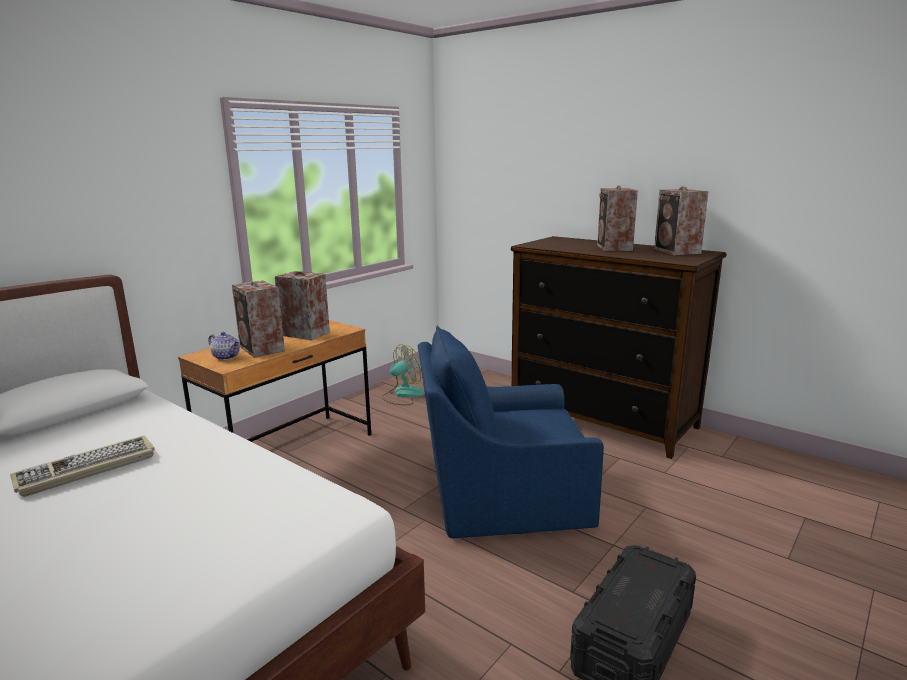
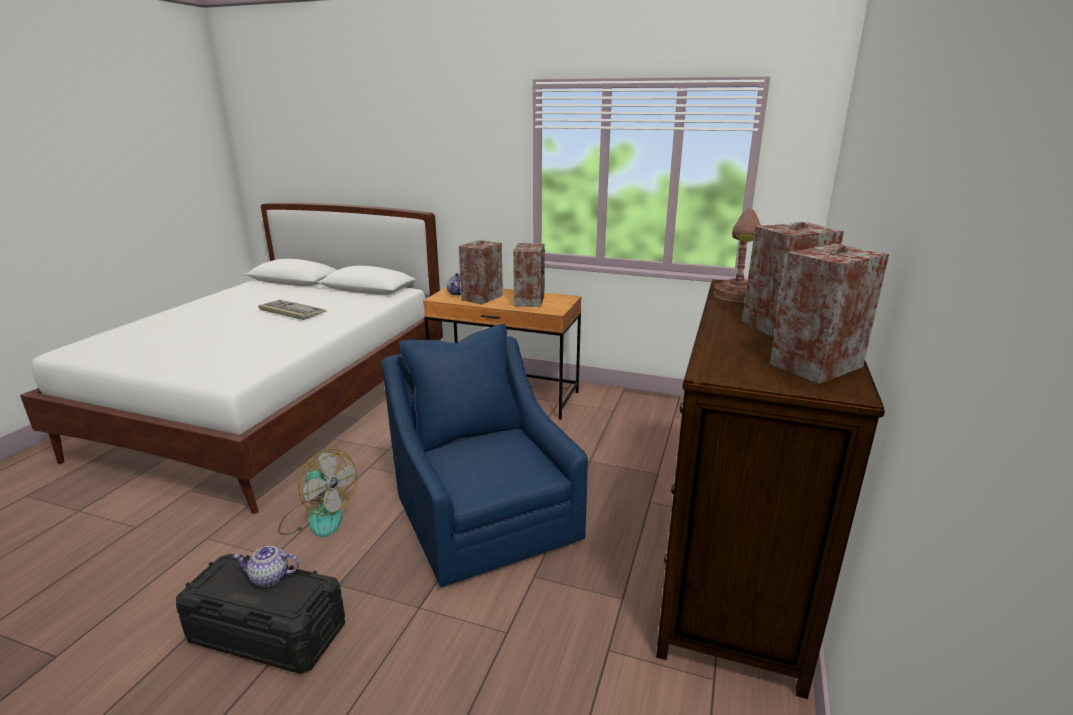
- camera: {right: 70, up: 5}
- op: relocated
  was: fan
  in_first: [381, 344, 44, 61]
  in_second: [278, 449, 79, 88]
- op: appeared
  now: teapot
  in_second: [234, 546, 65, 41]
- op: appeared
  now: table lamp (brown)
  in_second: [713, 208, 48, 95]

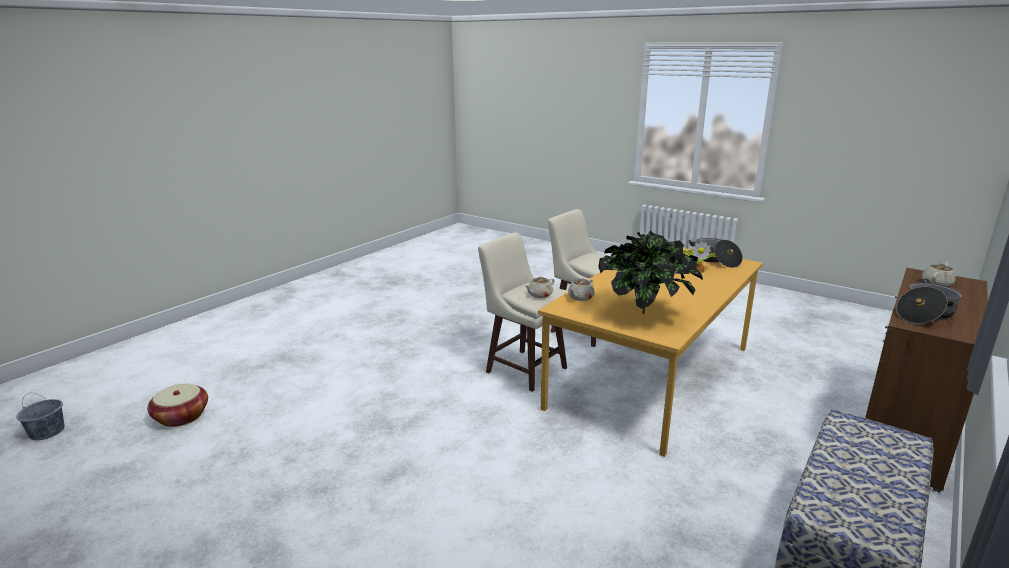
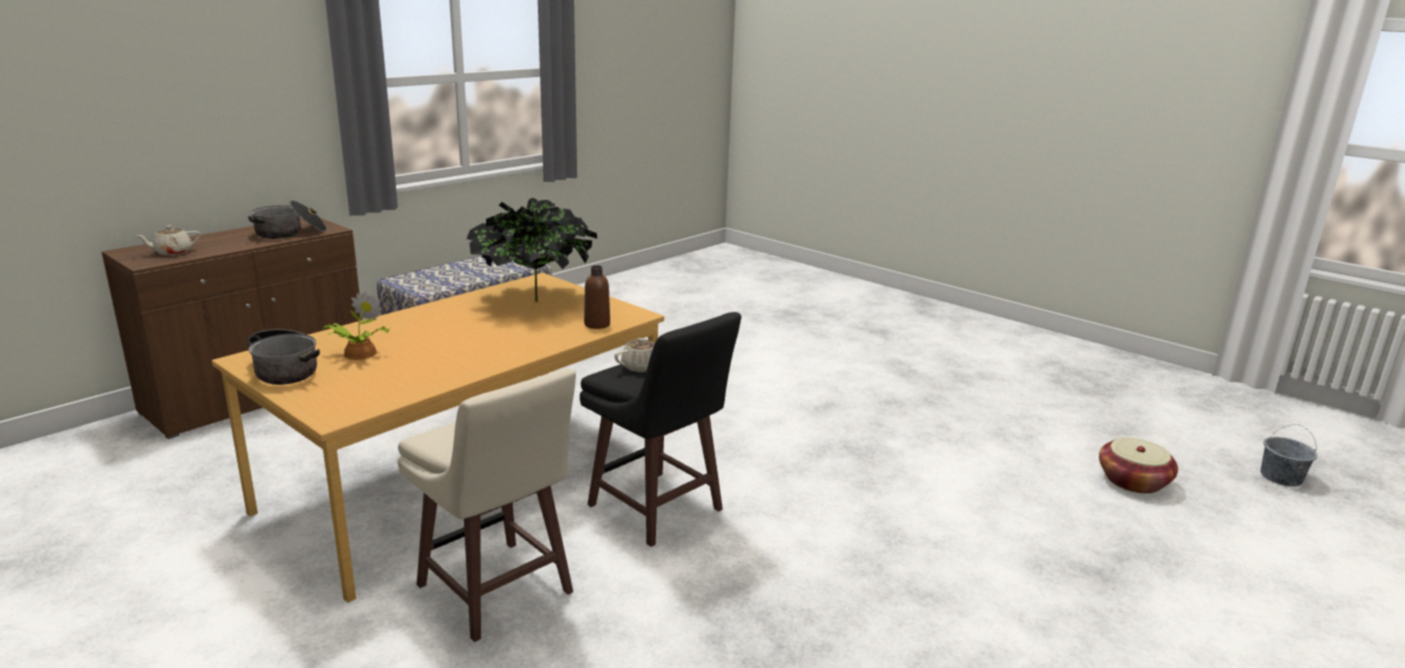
- camera: {right: -175, up: 0}
- op: colour
  was: stool (beige)
  now: stool (black)
  in_first: [478, 233, 90, 159]
  in_second: [580, 312, 161, 235]
- op: exchanged
  was: teapot (beige)
  now: bottle (brown)
  in_first: [568, 278, 27, 23]
  in_second: [584, 265, 26, 64]

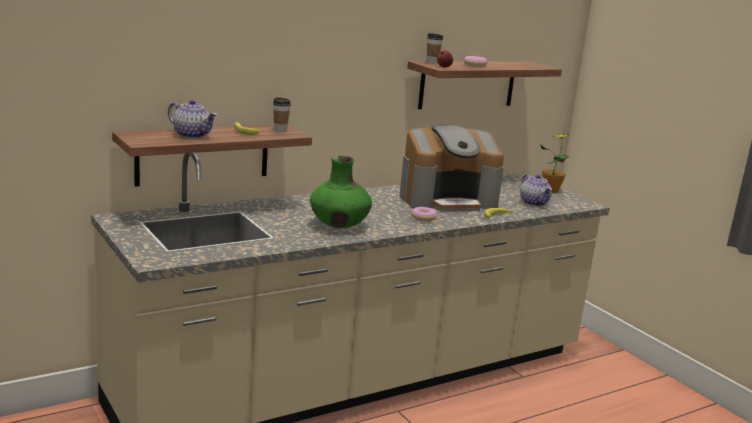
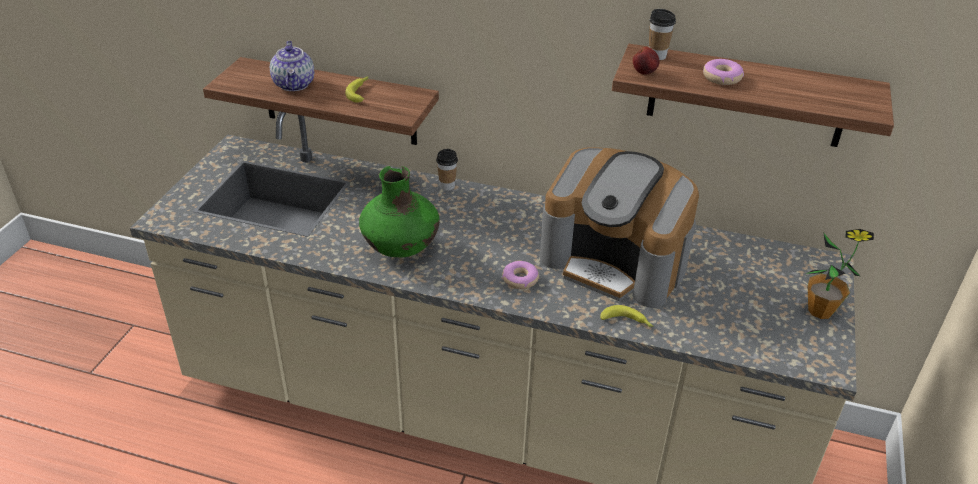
- camera: {right: 50, up: 20}
- op: relocated
  was: cup
  in_first: [273, 97, 18, 35]
  in_second: [436, 149, 22, 42]
- op: missing
  was: teapot
  in_first: [520, 174, 32, 32]

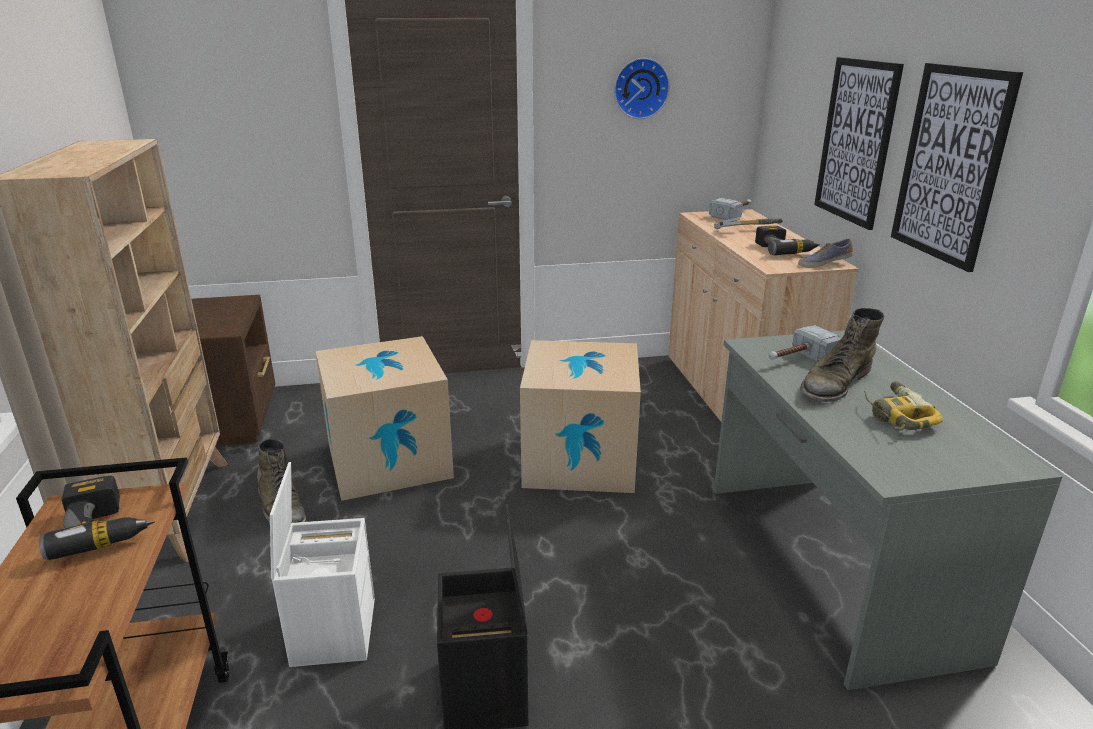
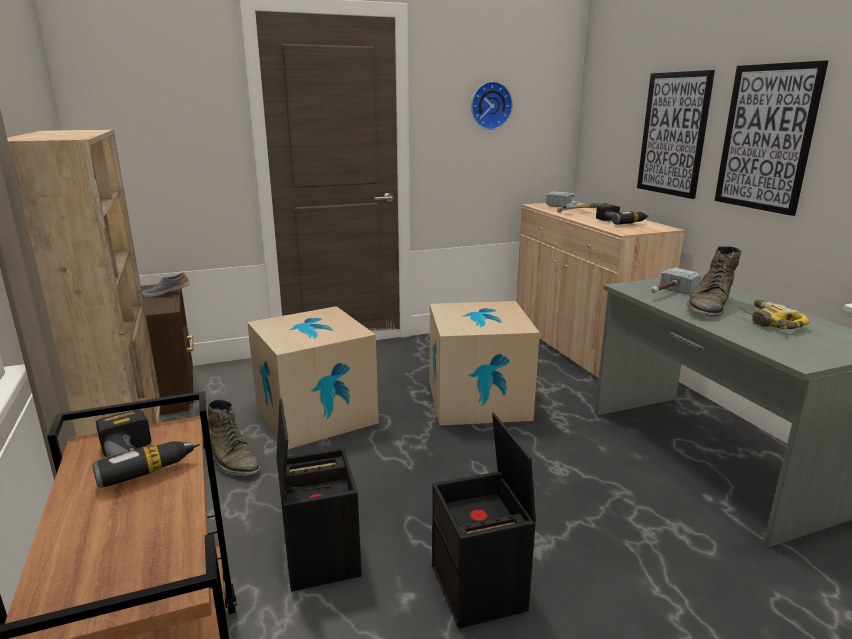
- camera: {right: -10, up: -5}
- op: colour
  was: storage box (white)
  now: storage box (black)
  in_first: [270, 462, 105, 205]
  in_second: [276, 398, 86, 194]
- op: relocated
  was: shoe
  in_first: [798, 238, 55, 30]
  in_second: [142, 272, 48, 25]

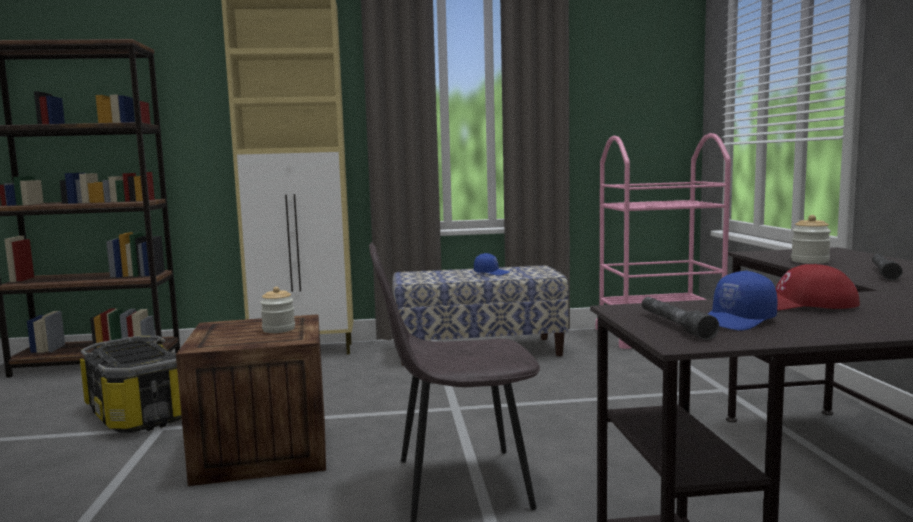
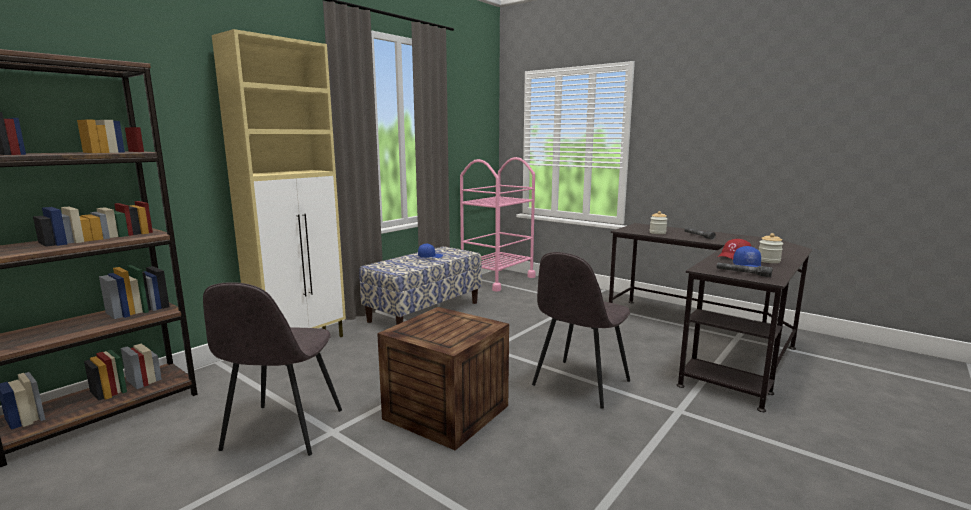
- camera: {right: -45, up: 5}
- op: exchanged
  was: storage box
  now: chair (grey)
  in_first: [80, 336, 102, 97]
  in_second: [203, 282, 139, 174]
- op: relocated
  was: jar
  in_first: [260, 287, 35, 46]
  in_second: [759, 233, 24, 30]

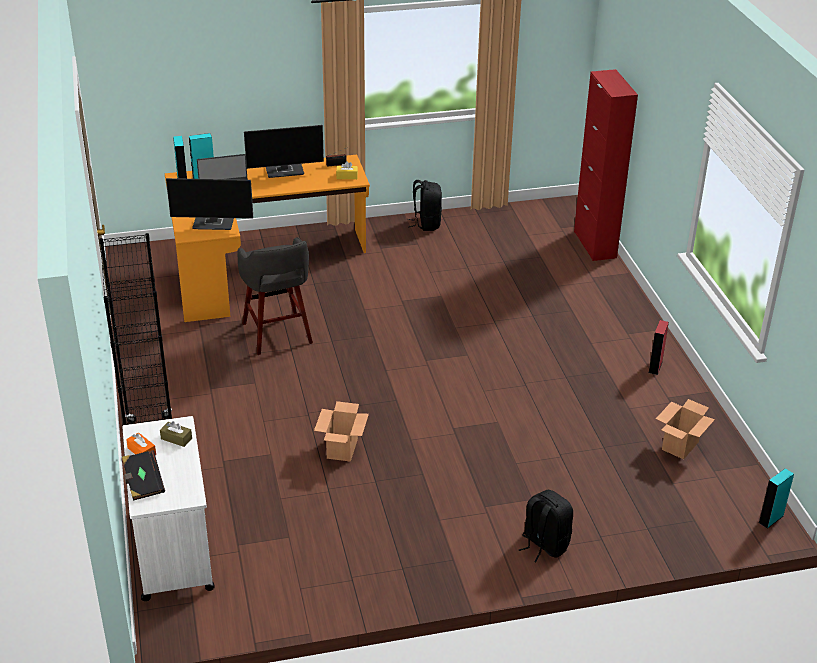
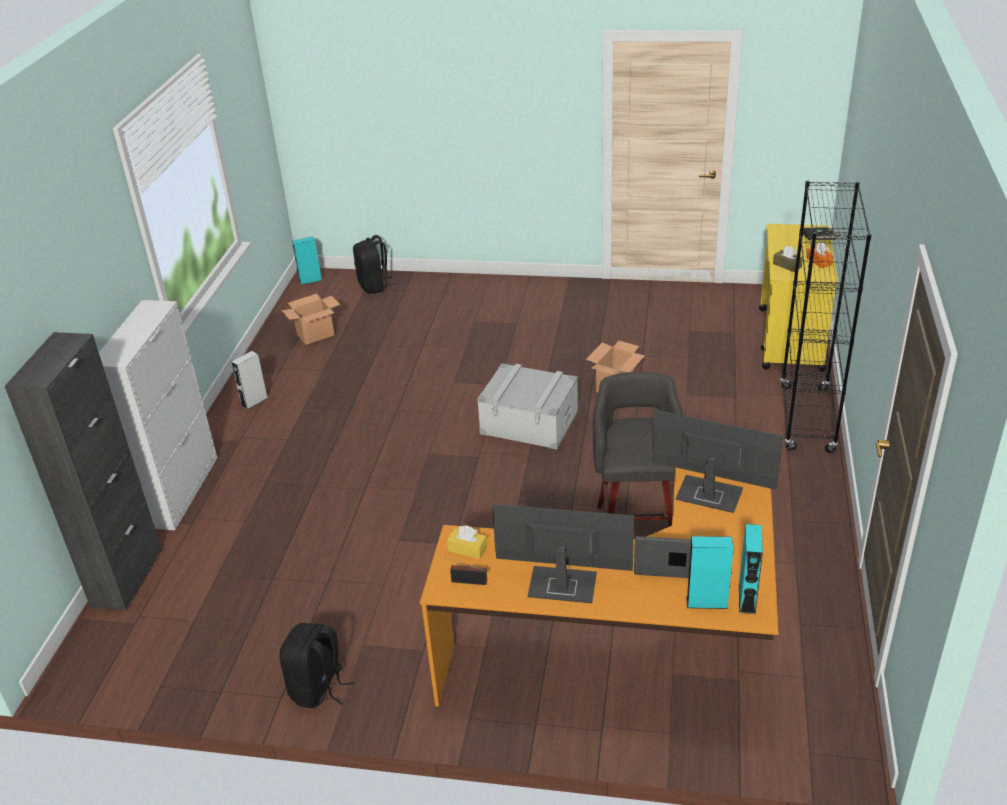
- camera: {right: -155, up: 0}
- op: colour
  was: cart (white)
  now: cart (yellow)
  in_first: [122, 416, 93, 185]
  in_second: [759, 224, 79, 148]
- op: relocated
  was: backpack (black)
  in_first: [519, 490, 54, 73]
  in_second: [353, 235, 43, 59]
- op: colour
  was: cabinet (red)
  now: cabinet (black)
  in_first: [574, 69, 64, 192]
  in_second: [5, 332, 157, 279]
- op: colour
  was: speaker (red)
  now: speaker (grey)
  in_first: [648, 320, 21, 55]
  in_second: [231, 351, 37, 59]
- op: appeared
  now: cabinet (white)
  in_second: [99, 300, 118, 230]
- op: appeared
  now: storage box (grey)
  in_second: [477, 363, 101, 87]

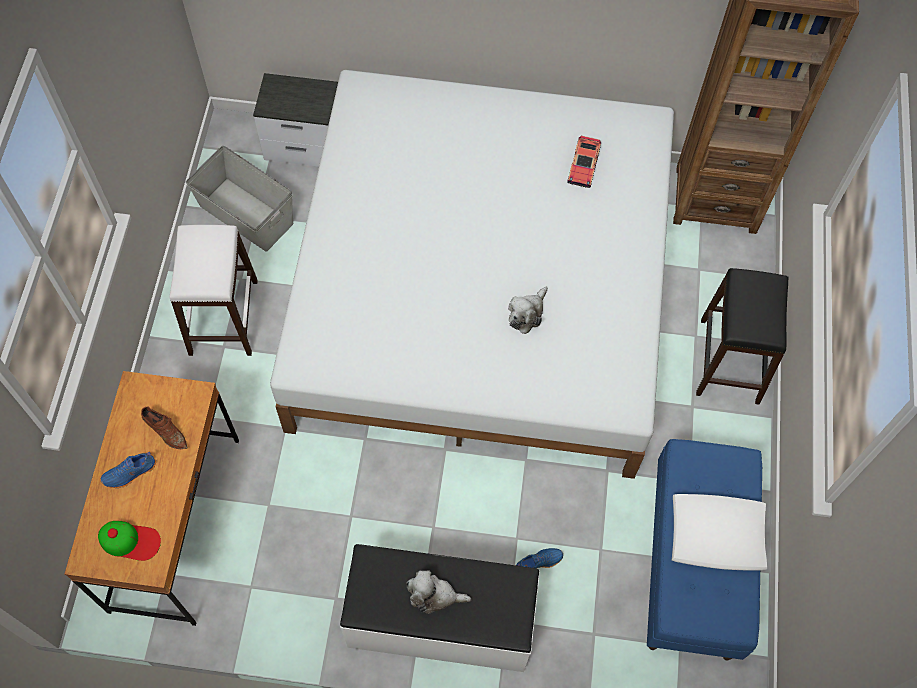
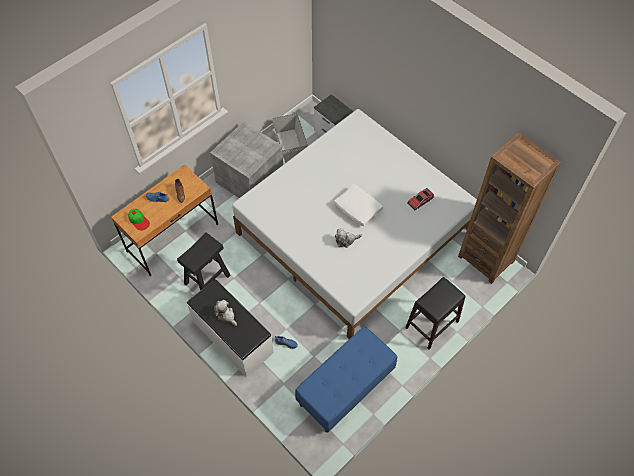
- camera: {right: 40, up: -5}
- op: exchanged
  was: stool (white)
  now: storage box (grey)
  in_first: [170, 225, 88, 131]
  in_second: [210, 122, 73, 76]
- op: relocated
  was: pillow (white)
  in_first: [672, 494, 95, 77]
  in_second: [334, 184, 49, 42]
- op: appeared
  now: stool (black)
  in_second: [177, 232, 54, 59]

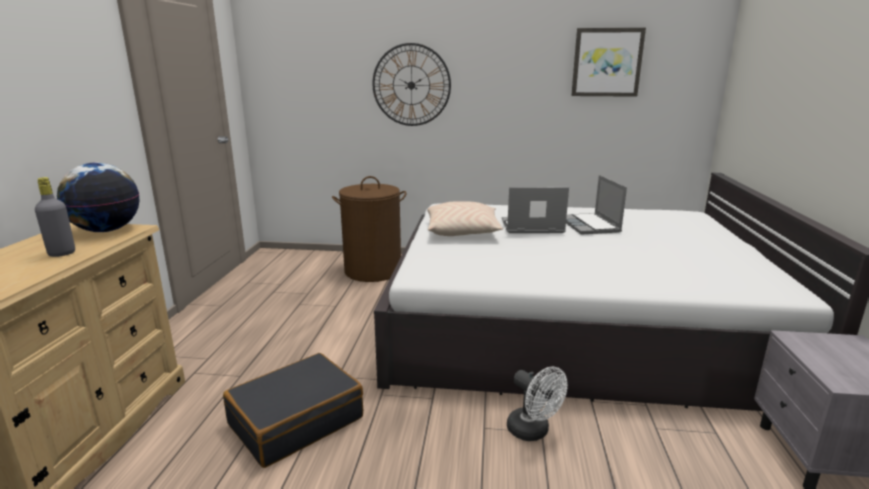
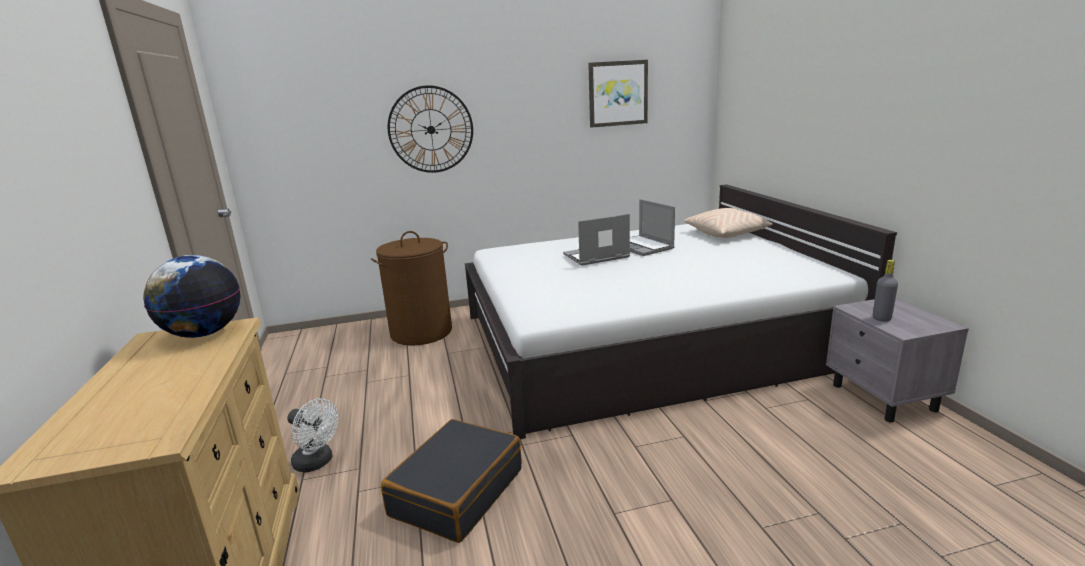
- camera: {right: -20, up: 0}
- op: relocated
  was: bottle (grey)
  in_first: [35, 177, 40, 80]
  in_second: [873, 260, 25, 62]
- op: relocated
  was: pillow (beige)
  in_first: [427, 202, 76, 34]
  in_second: [684, 208, 89, 30]
- op: relocated
  was: fan (white)
  in_first: [507, 367, 61, 74]
  in_second: [287, 398, 52, 74]

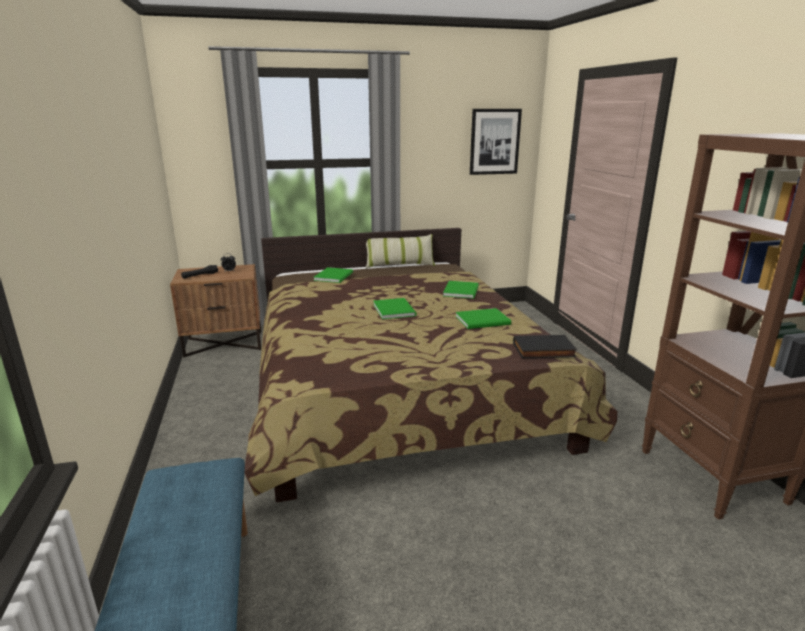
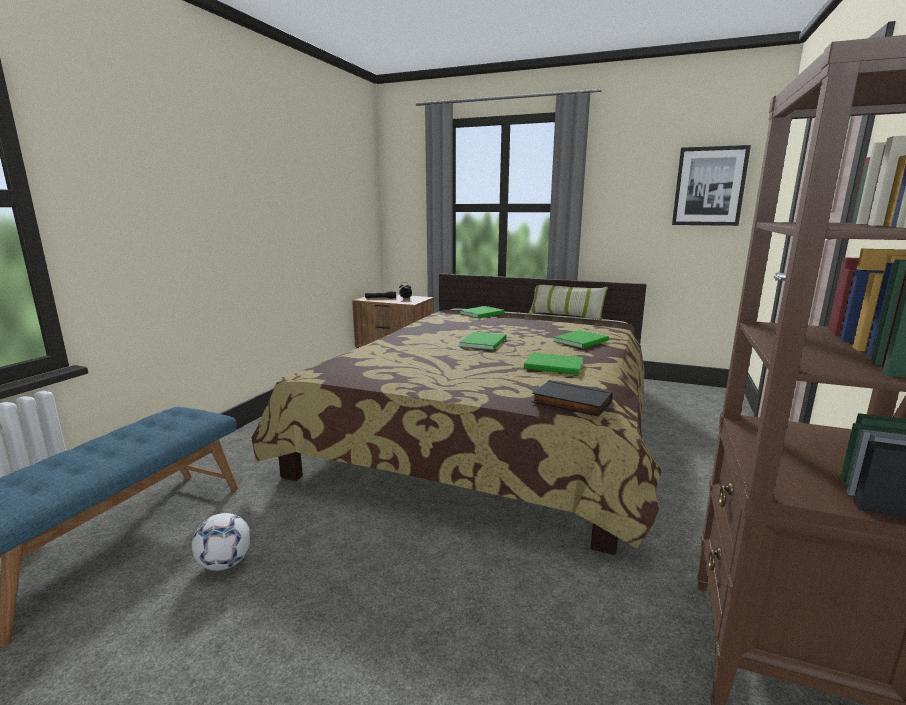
- camera: {right: 35, up: -5}
- op: appeared
  now: football
  in_second: [192, 513, 59, 58]

